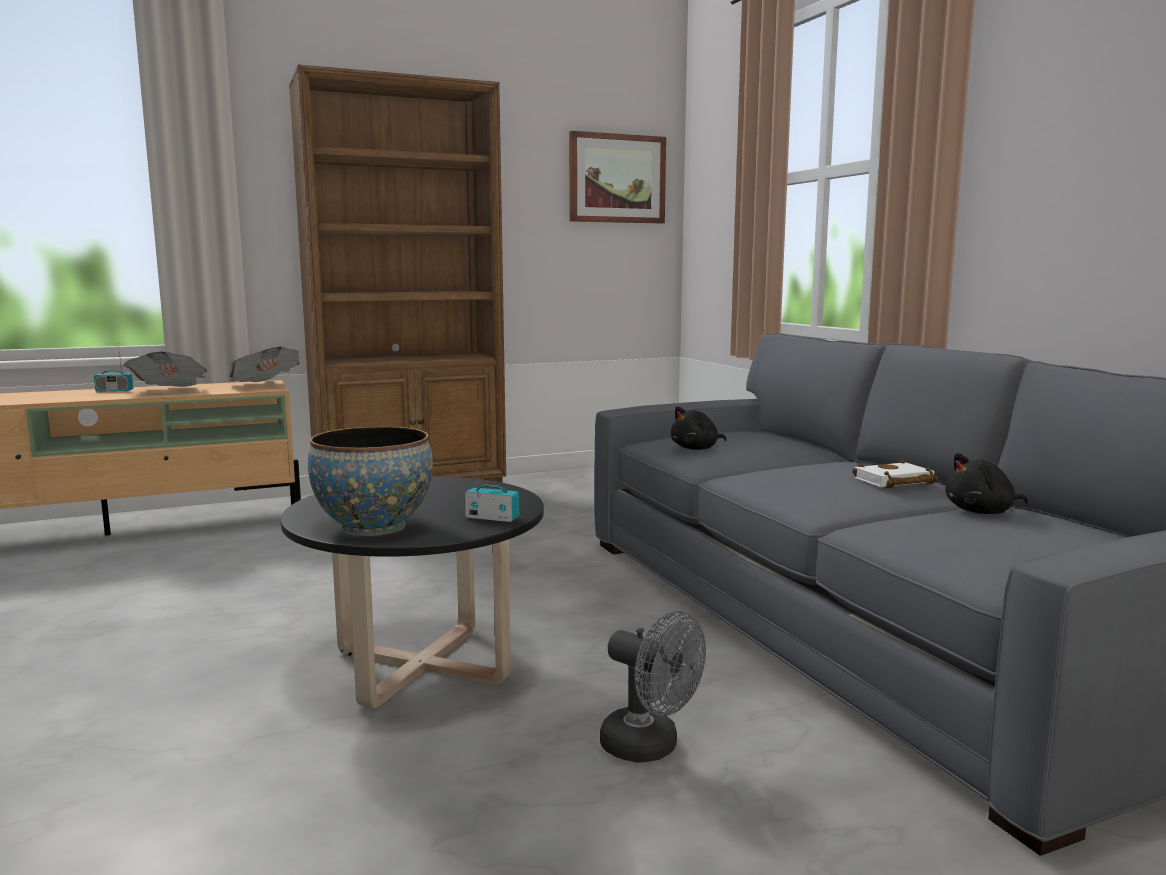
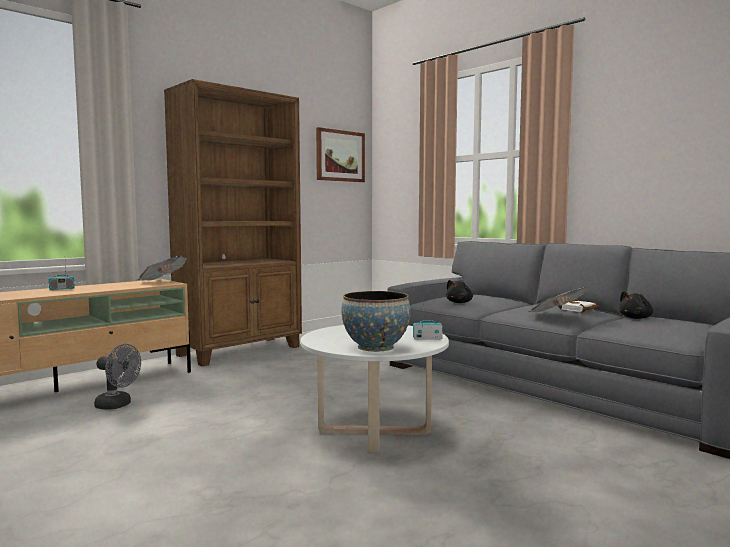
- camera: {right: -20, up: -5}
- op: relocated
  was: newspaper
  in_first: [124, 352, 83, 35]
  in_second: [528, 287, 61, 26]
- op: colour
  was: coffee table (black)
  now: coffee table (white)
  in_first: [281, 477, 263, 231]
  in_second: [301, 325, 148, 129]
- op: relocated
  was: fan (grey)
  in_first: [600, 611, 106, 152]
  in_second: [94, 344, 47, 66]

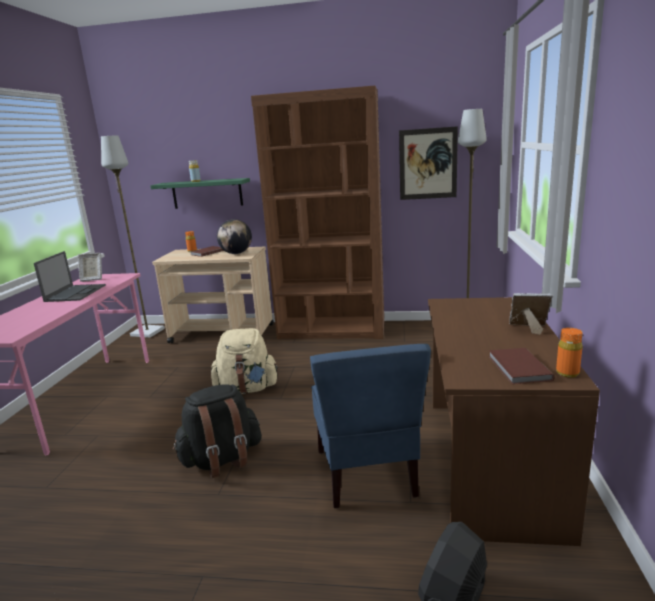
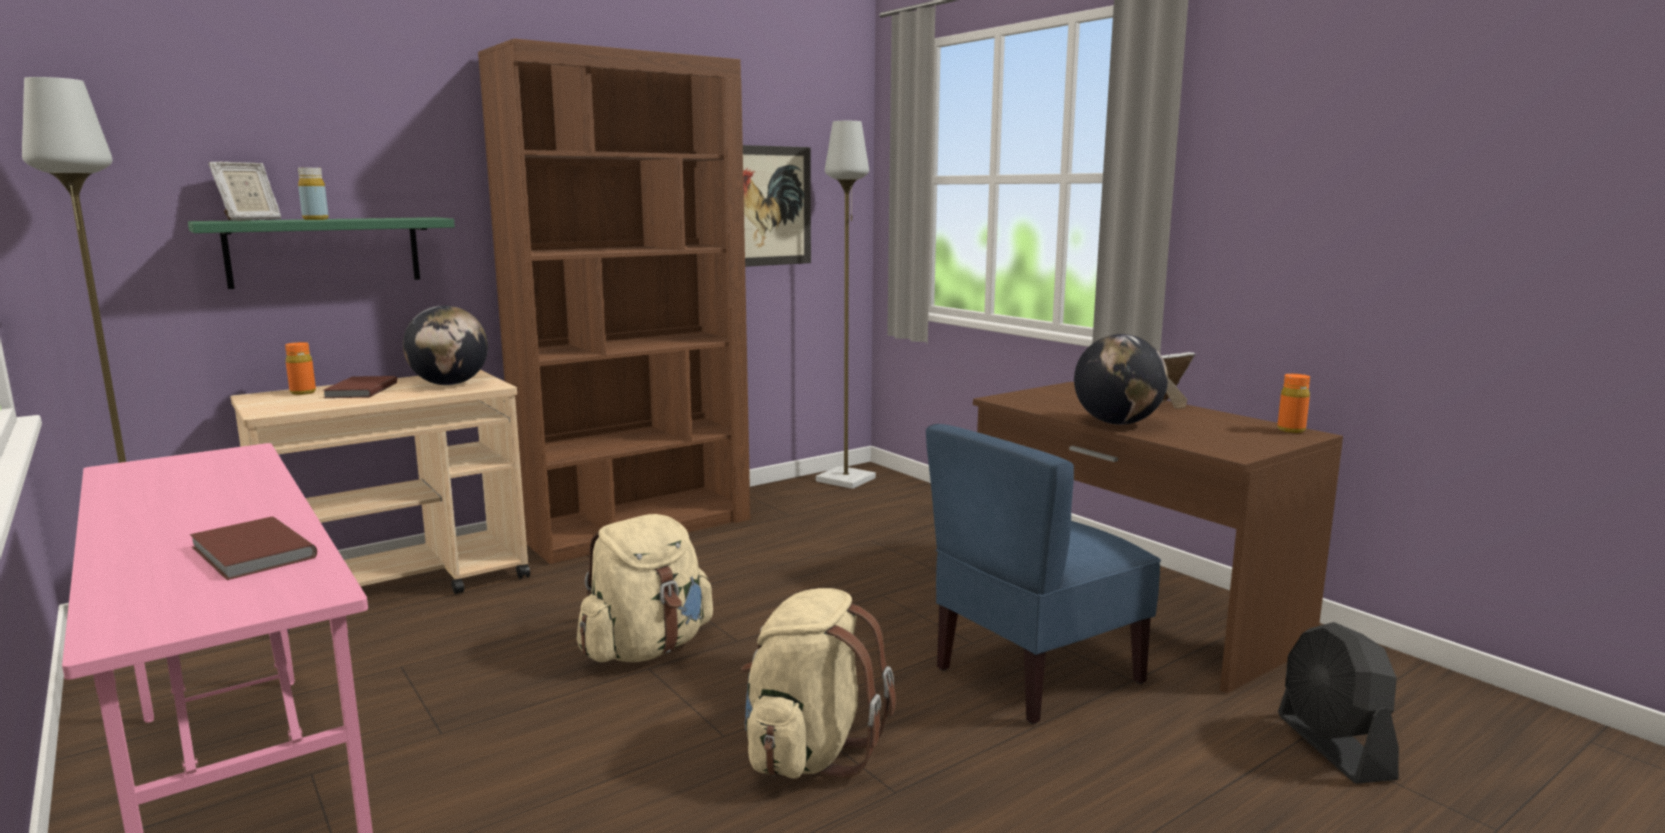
- camera: {right: -45, up: -5}
- op: missing
  was: laptop
  in_first: [34, 251, 72, 51]
- op: relocated
  was: picture frame
  in_first: [78, 253, 24, 29]
  in_second: [208, 162, 73, 59]
- op: colour
  was: backpack (black)
  now: backpack (beige)
  in_first: [173, 384, 89, 94]
  in_second: [741, 588, 155, 191]
- op: spun
  was: chair (blue)
  in_first: [310, 344, 121, 164]
  in_second: [926, 424, 235, 300]
  clockwise: 105
- op: relocated
  was: book (brown)
  in_first: [489, 348, 66, 36]
  in_second: [190, 517, 127, 63]
- op: appeared
  now: globe
  in_second: [1074, 334, 94, 91]

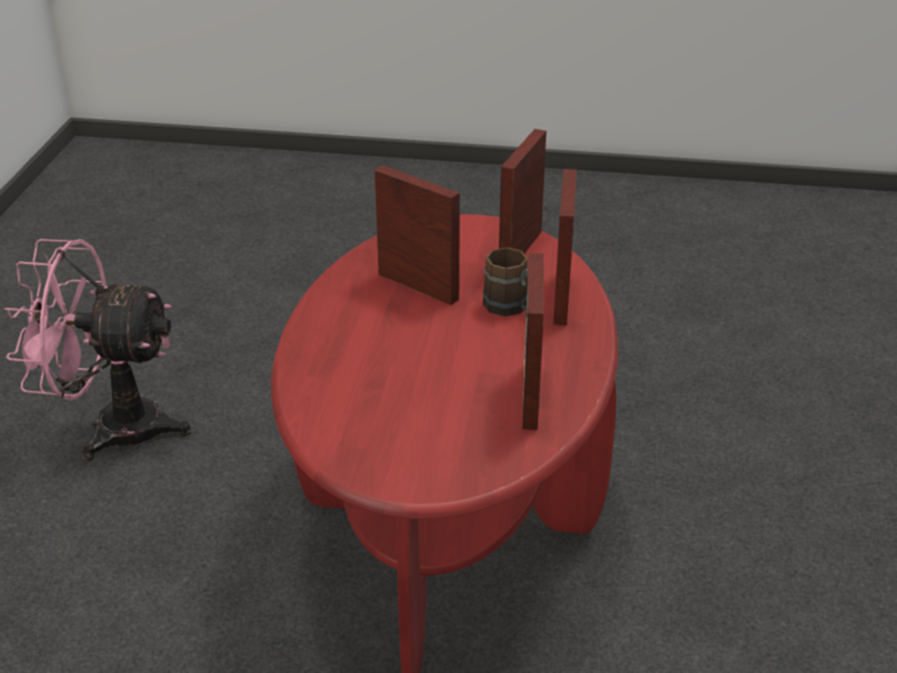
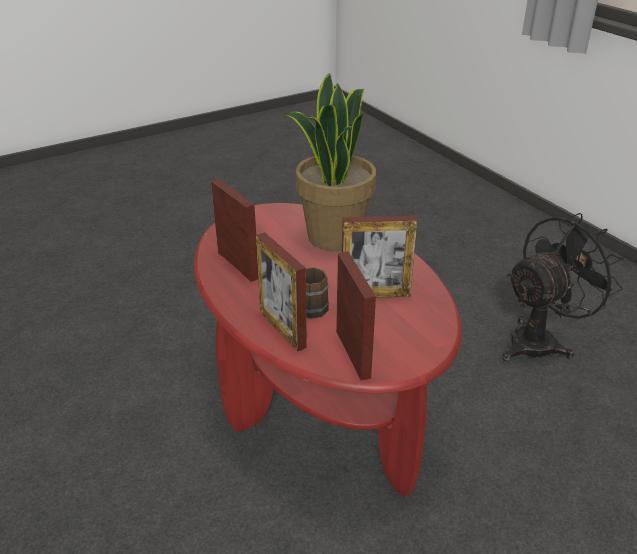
- camera: {right: 140, up: 0}
- op: colour
  was: fan (pink)
  now: fan (black)
  in_first: [4, 239, 187, 222]
  in_second: [502, 213, 122, 148]
- op: appeared
  now: potted plant
  in_second: [284, 73, 92, 178]

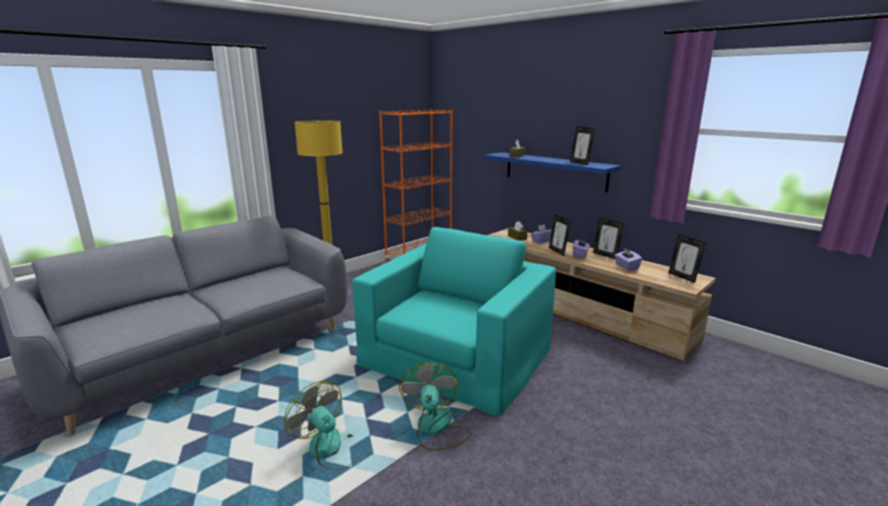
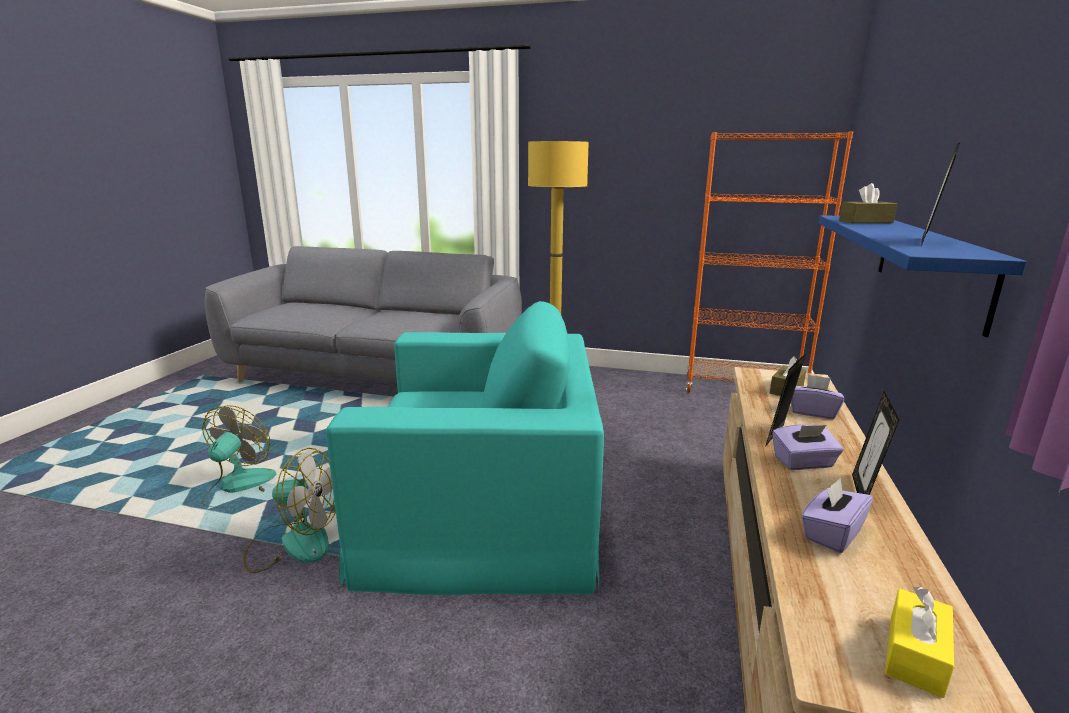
- camera: {right: 60, up: 0}
- op: spun
  was: fan
  in_first: [399, 362, 72, 89]
  in_second: [243, 448, 93, 125]
  clockwise: 45
- op: exchanged
  was: picture frame
  now: tissue box (yellow)
  in_first: [669, 234, 37, 49]
  in_second: [885, 586, 69, 112]

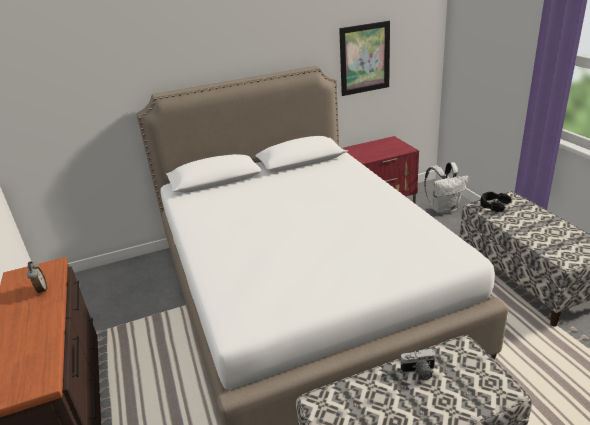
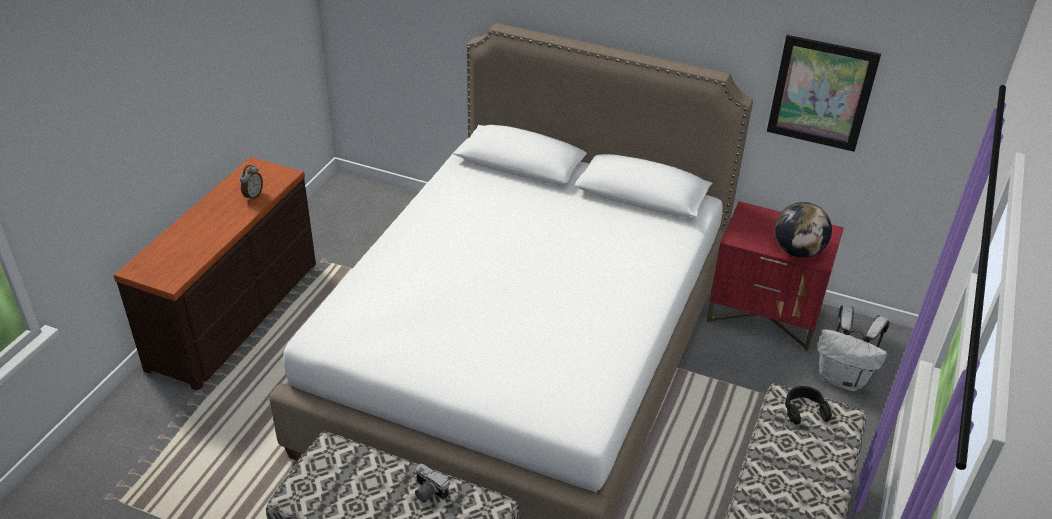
- camera: {right: 40, up: 10}
- op: appeared
  now: globe
  in_second: [775, 202, 57, 56]

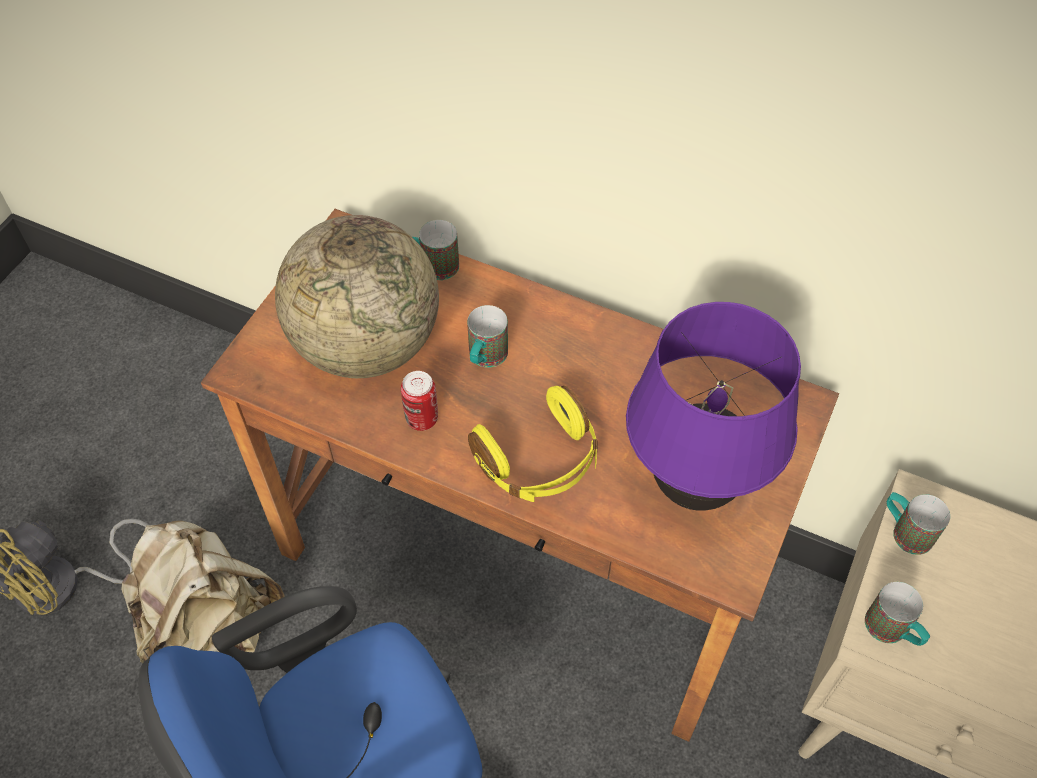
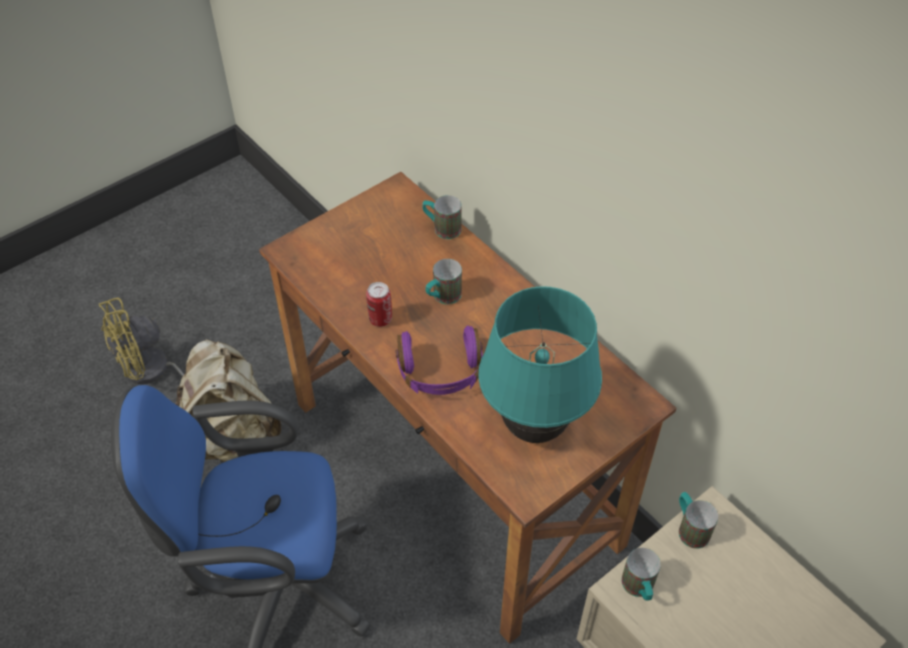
- camera: {right: 25, up: -5}
- op: missing
  was: globe
  in_first: [275, 215, 164, 163]
- op: colour
  was: headphones (yellow)
  now: headphones (purple)
  in_first: [468, 386, 130, 116]
  in_second: [395, 326, 88, 69]
- op: colour
  was: table lamp (purple)
  now: table lamp (turquoise)
  in_first: [626, 302, 175, 209]
  in_second: [478, 286, 124, 157]

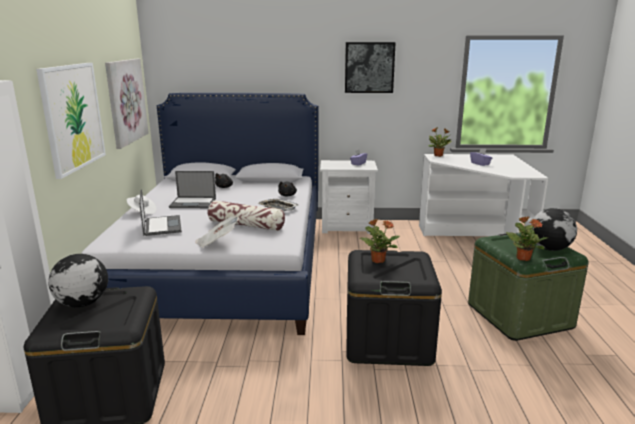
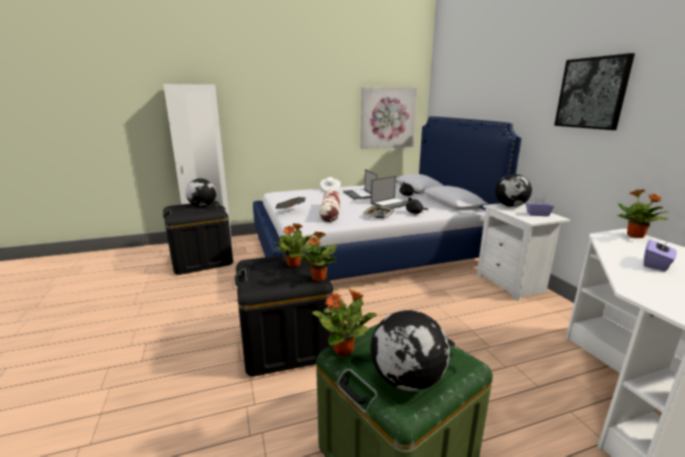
- camera: {right: 70, up: 0}
- op: missing
  was: picture
  in_first: [36, 63, 70, 116]
- op: relocated
  was: laptop
  in_first: [139, 189, 43, 47]
  in_second: [371, 176, 37, 33]
- op: appeared
  now: potted plant
  in_second: [297, 231, 40, 50]
- op: appeared
  now: globe
  in_second: [495, 174, 37, 33]

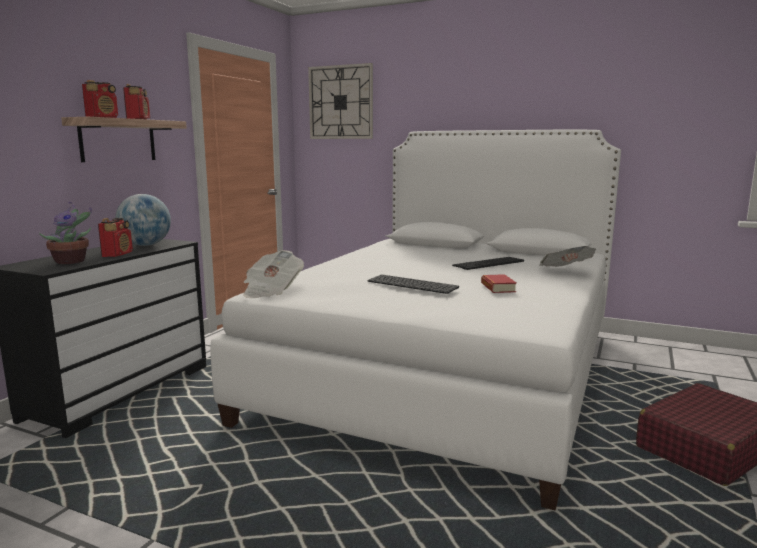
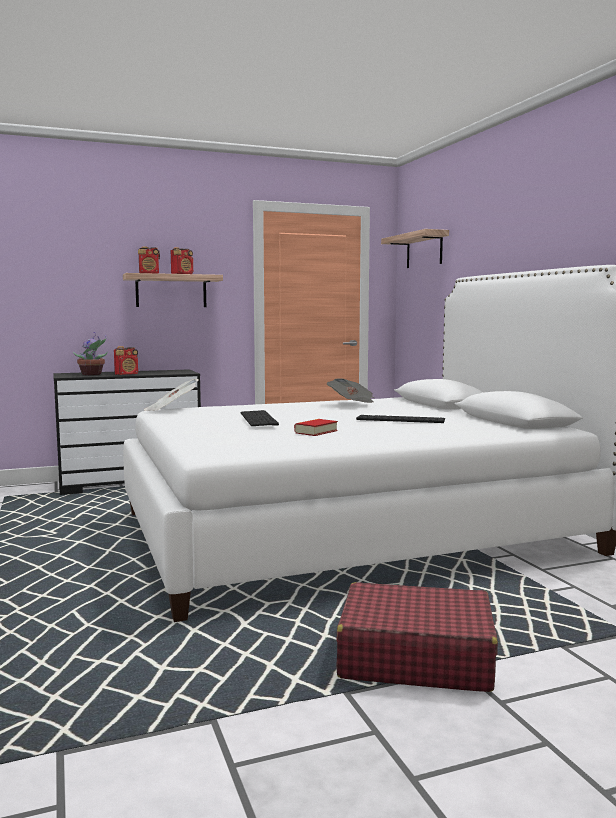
- camera: {right: 45, up: -5}
- op: missing
  was: globe
  in_first: [115, 194, 56, 52]
- op: exchanged
  was: wall clock
  now: shelf
  in_first: [308, 63, 65, 76]
  in_second: [381, 229, 68, 39]
- op: relocated
  was: newspaper
  in_first: [540, 246, 56, 21]
  in_second: [327, 378, 47, 25]

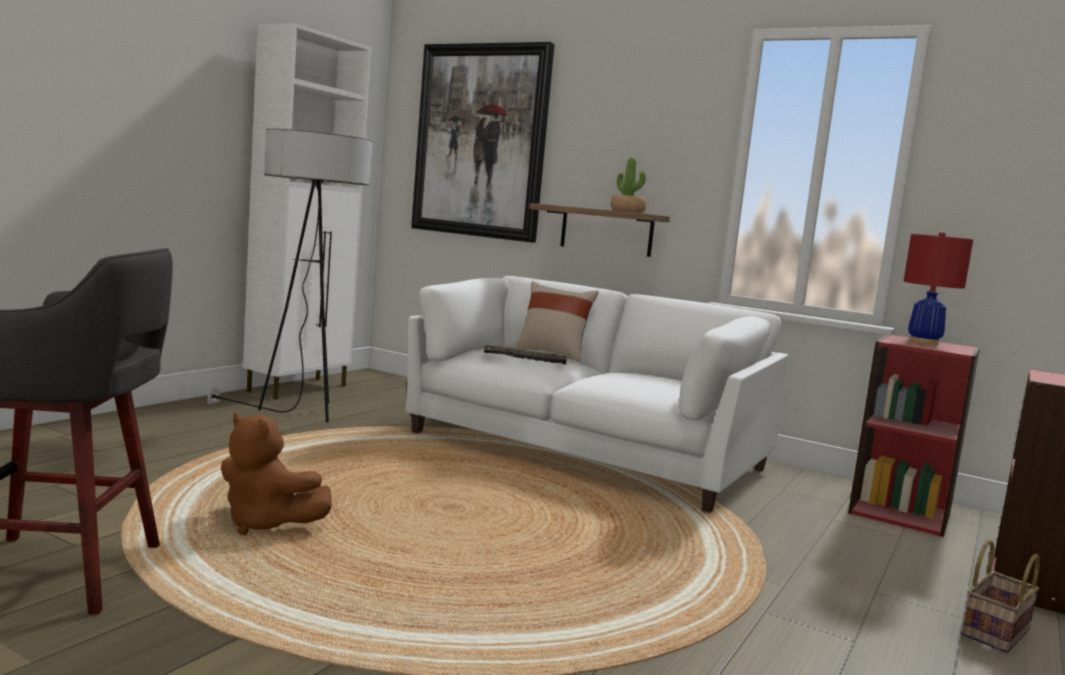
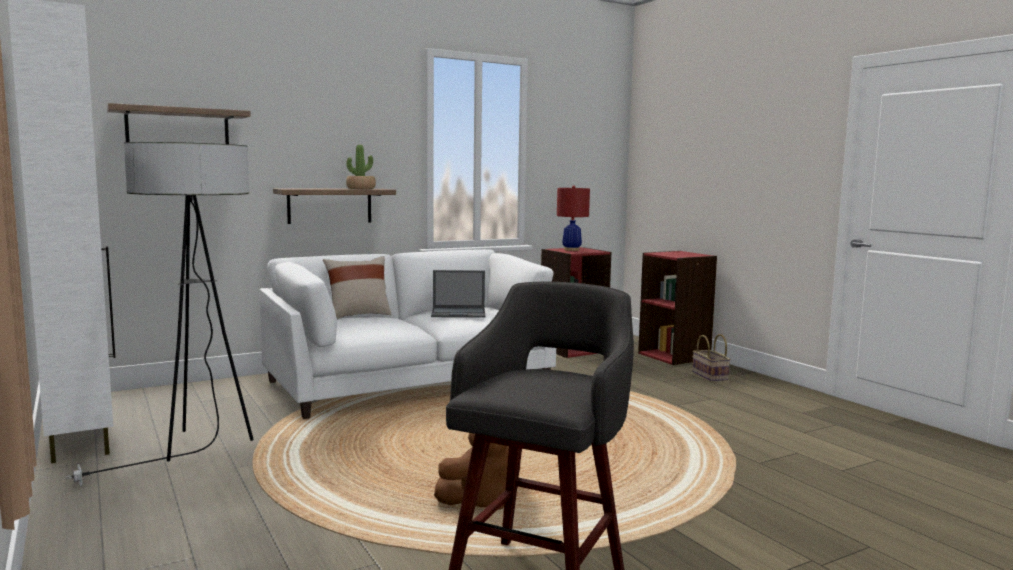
- camera: {right: -60, up: 0}
- op: exchanged
  was: picture
  now: shelf
  in_first: [411, 42, 144, 201]
  in_second: [107, 103, 144, 41]
- op: missing
  was: tray
  in_first: [483, 344, 86, 21]
- op: appeared
  now: laptop
  in_second: [431, 270, 54, 48]

